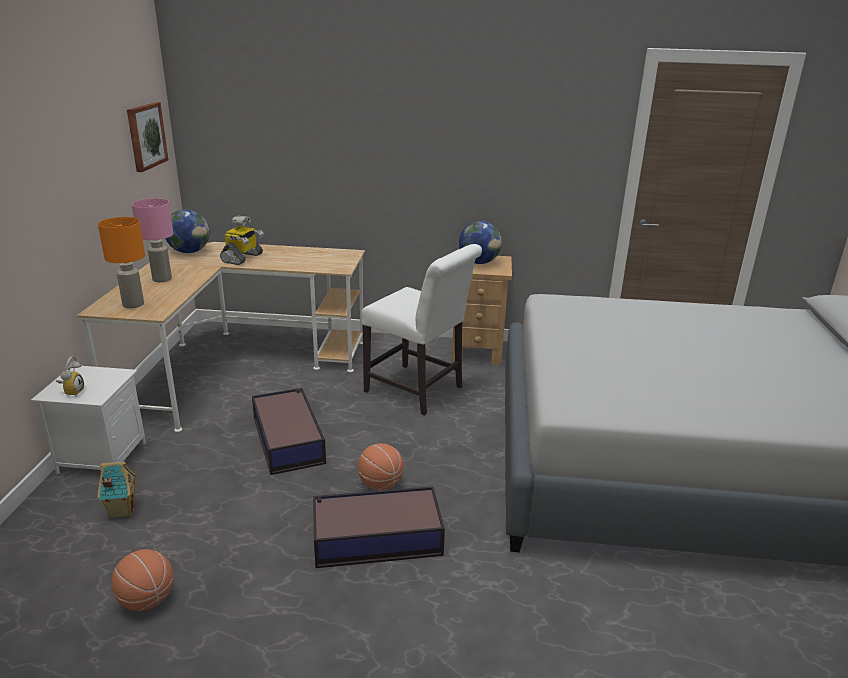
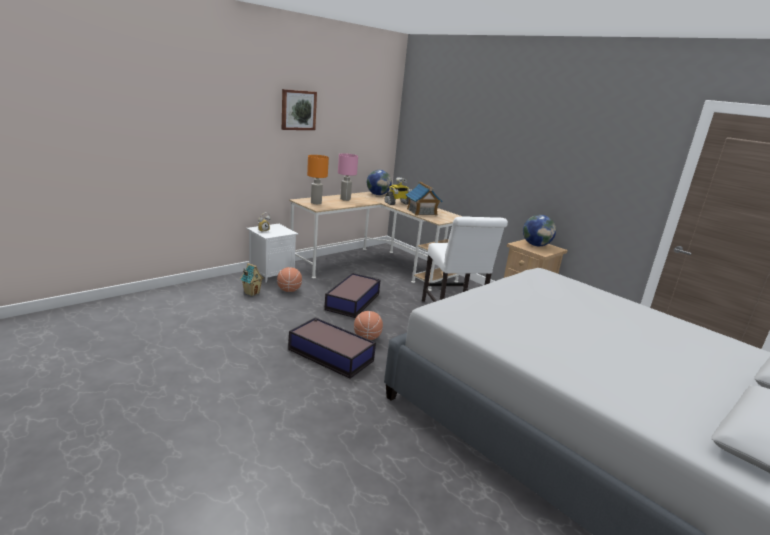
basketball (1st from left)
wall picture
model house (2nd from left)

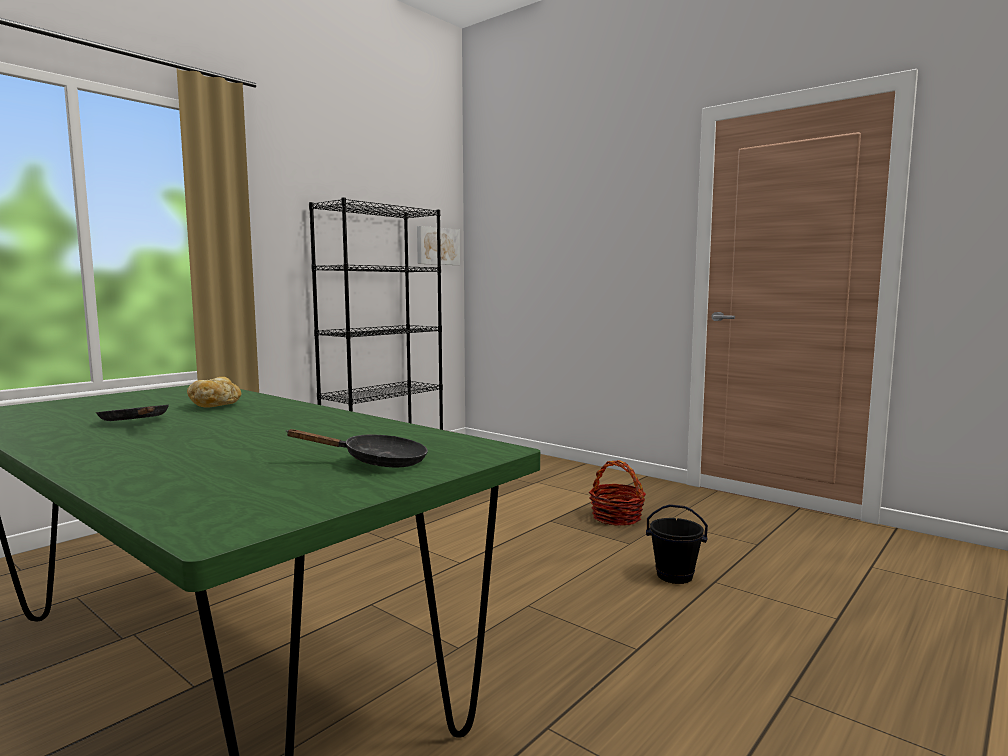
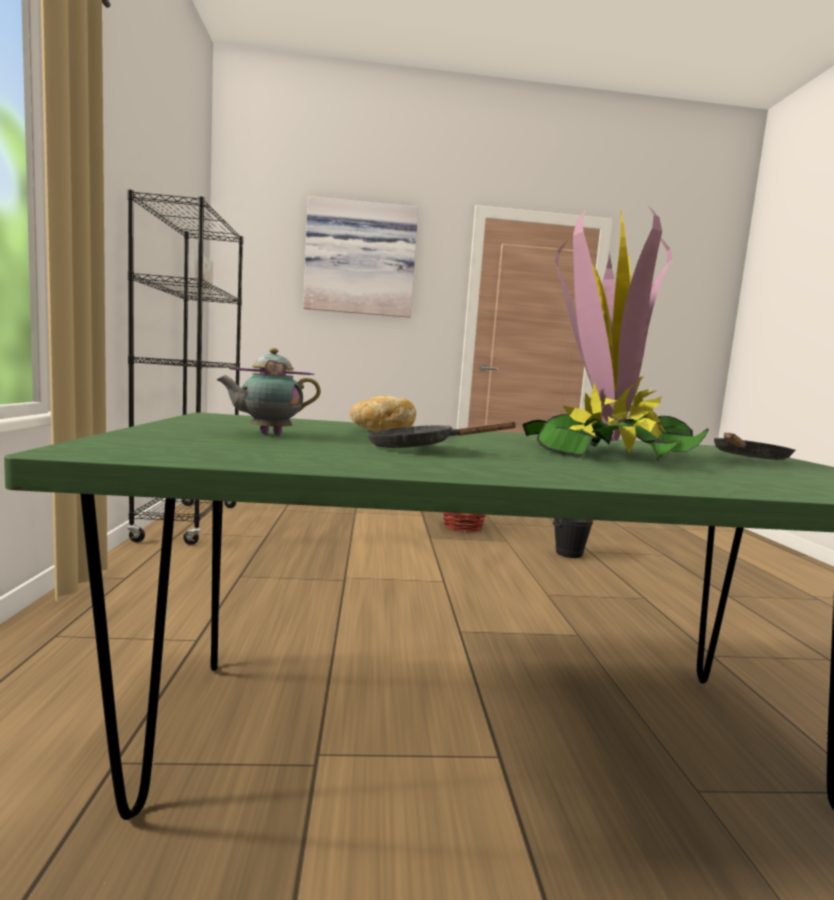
pot for tea
wall picture (2nd from left)
plant in a pot

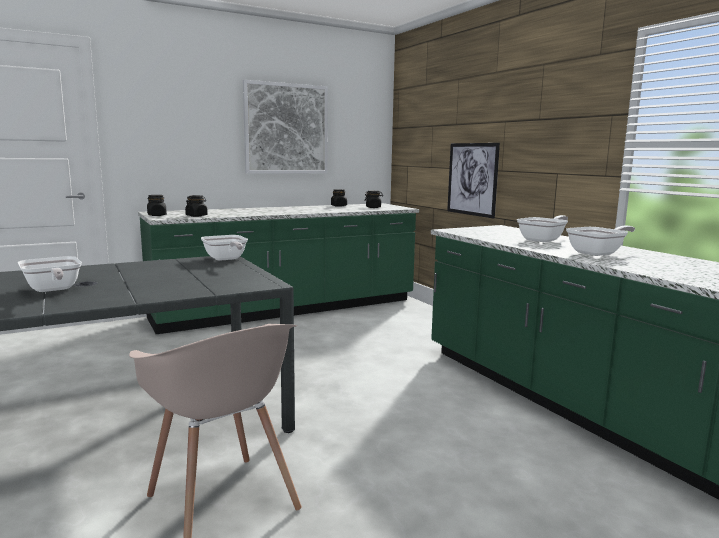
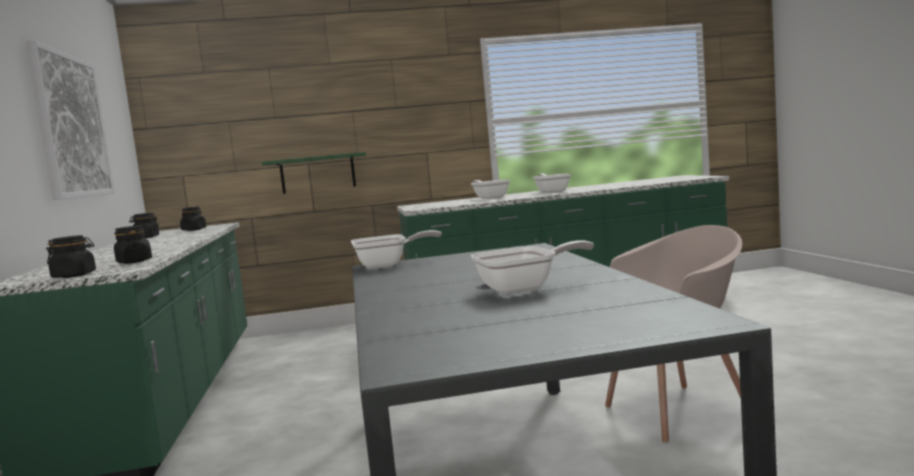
green-coloured shelf

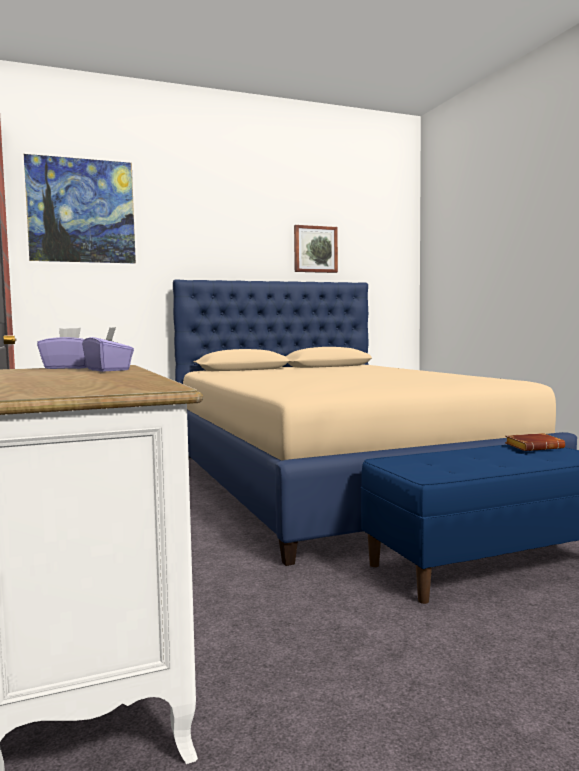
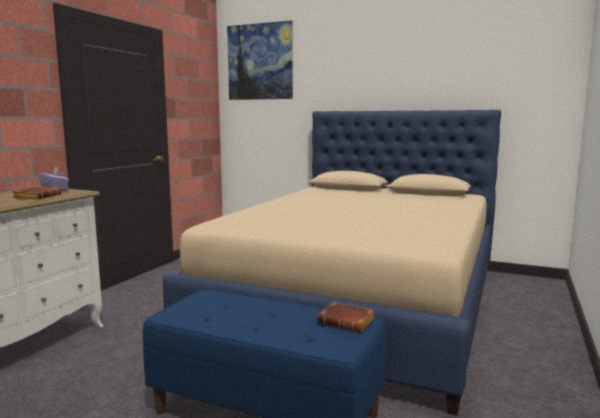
brown-coloured bound book (1st from left)
wall picture (2nd from left in the first image)

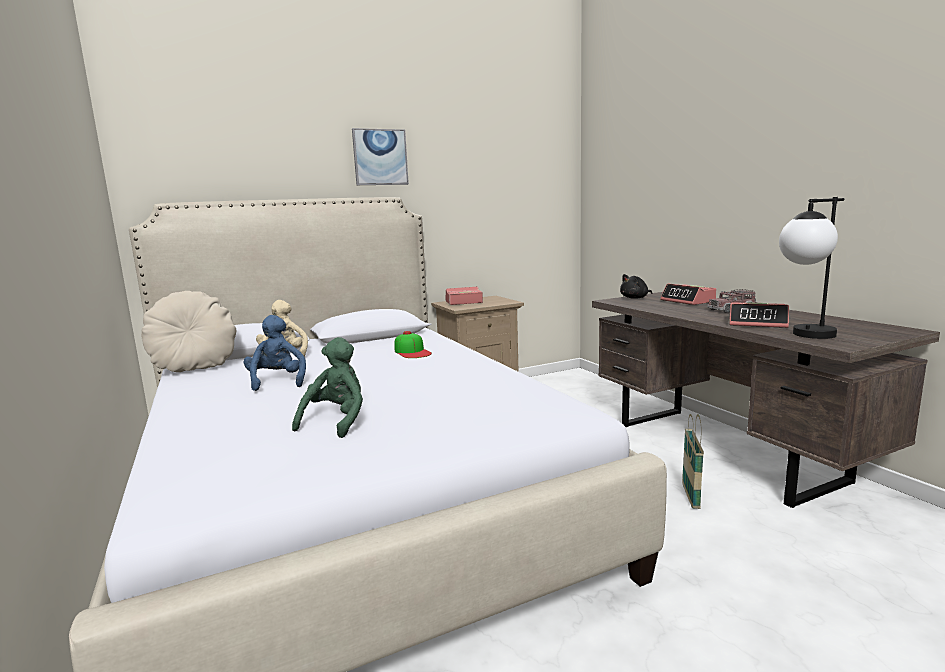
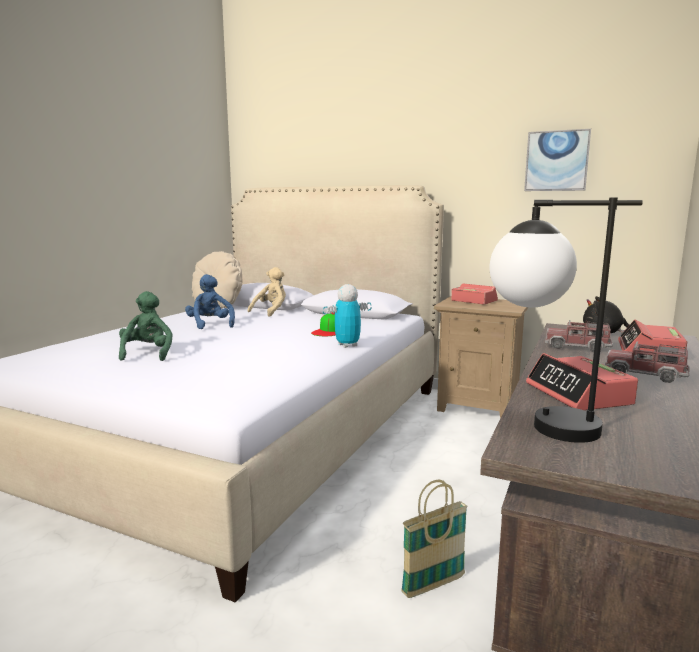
blue cuddly toy
green-coloured cuddly toy
wall picture
model robot
model truck (1st from left)

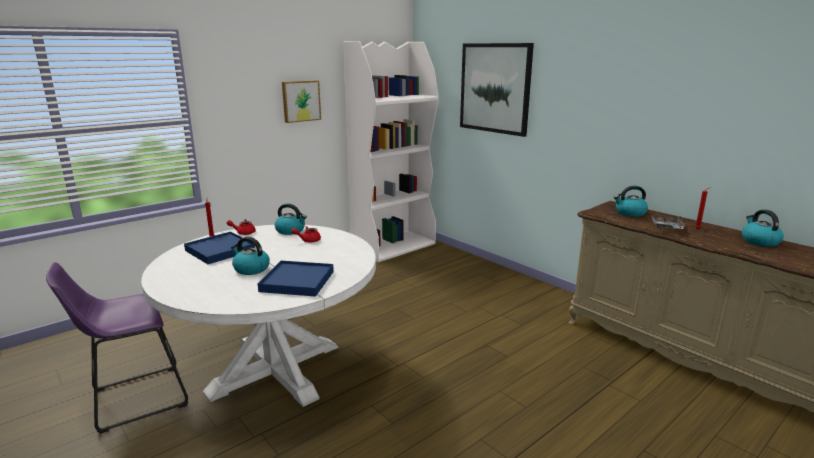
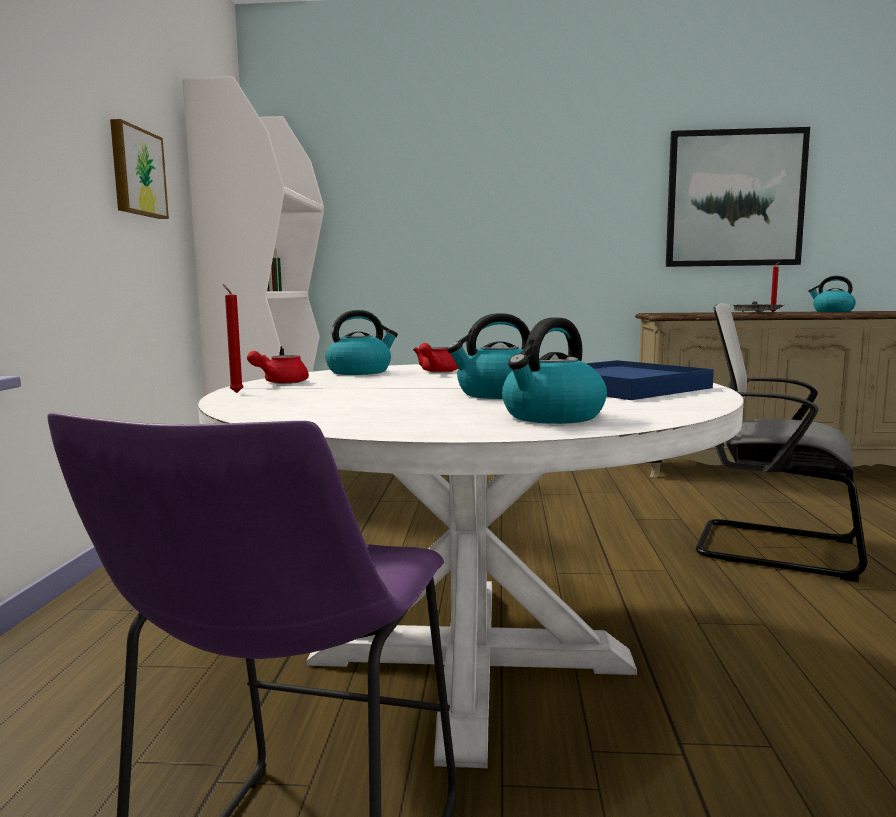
blue serving tray (1st from left in the first image)
wall picture (2nd from left)
water kettle (3rd from left)
upright chair

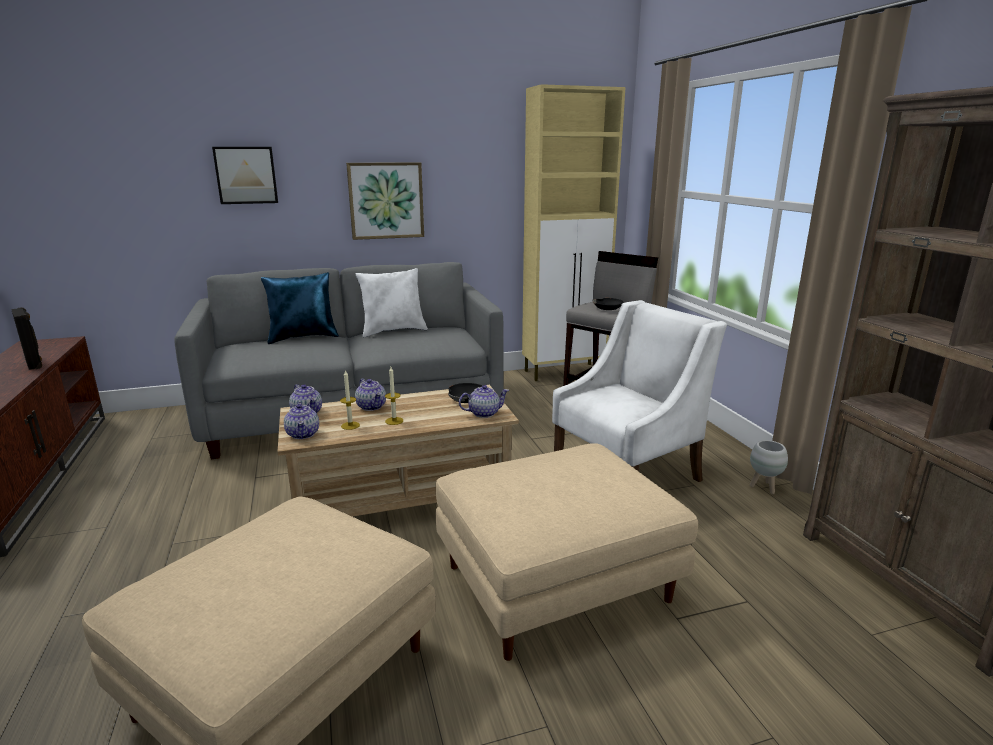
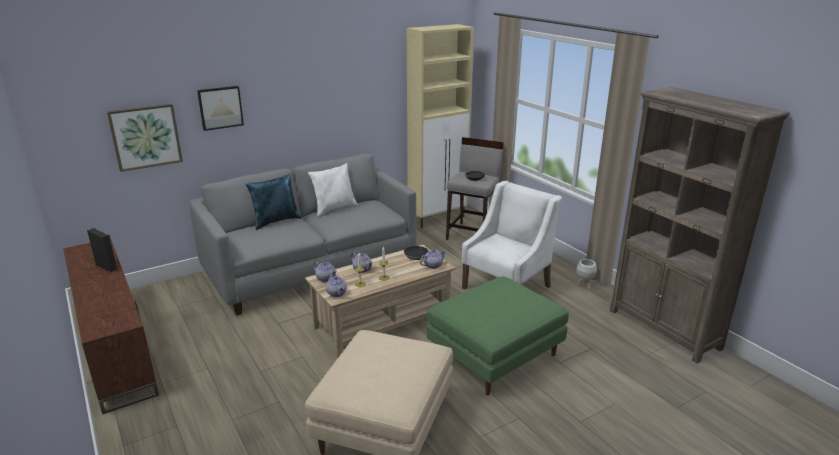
wall picture (1st from left)
green-coloured ottoman

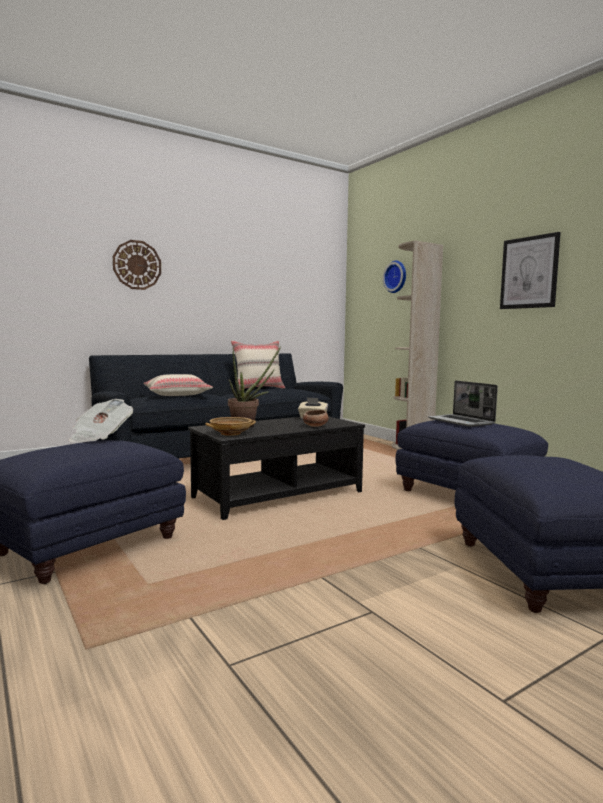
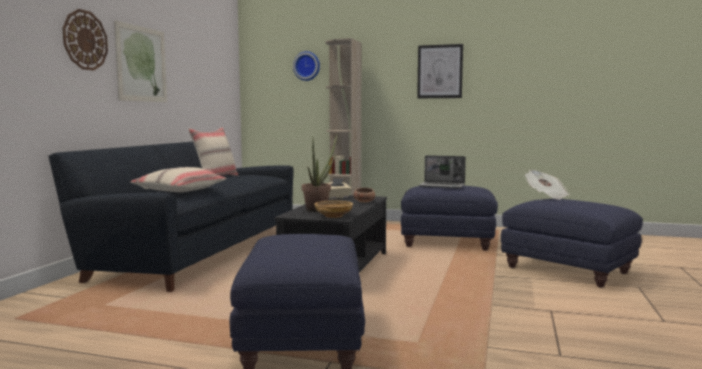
daily paper
wall picture (1st from left)

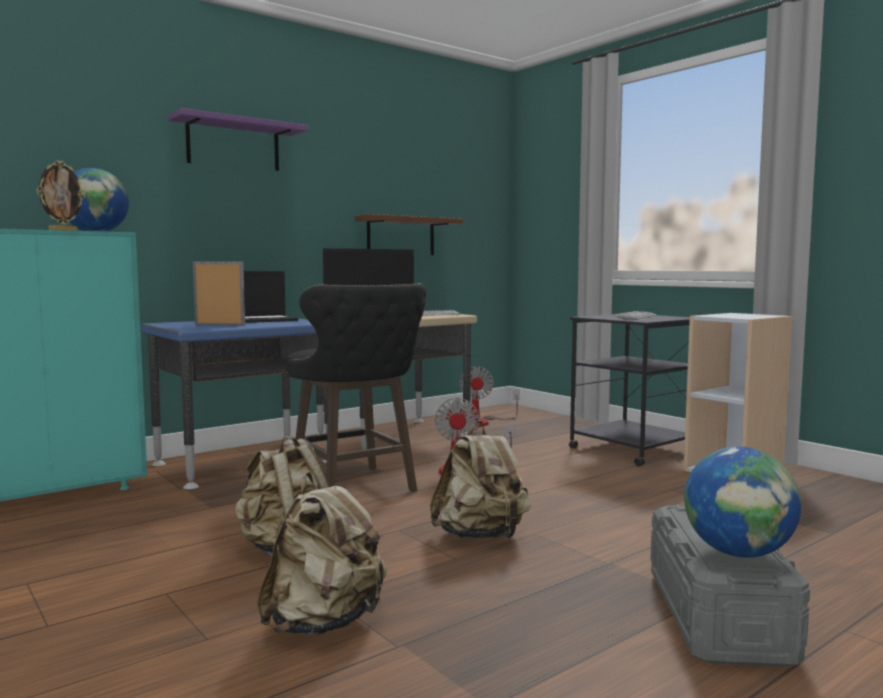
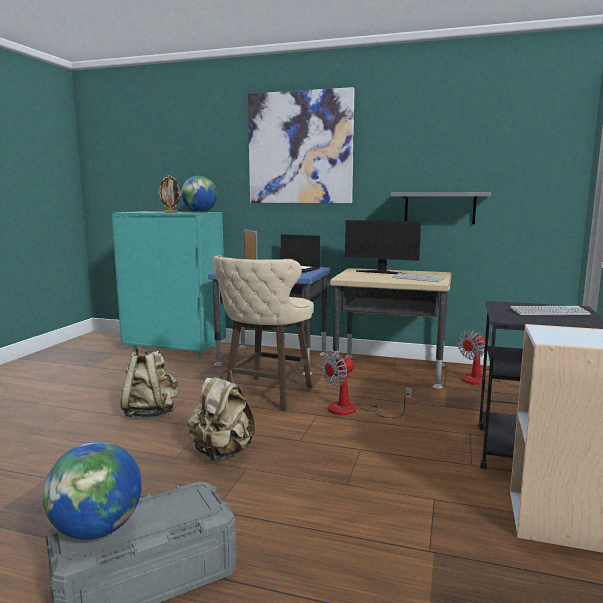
wall picture
beige rucksack (2nd from left in the first image)
beige stool seat
gray shelf

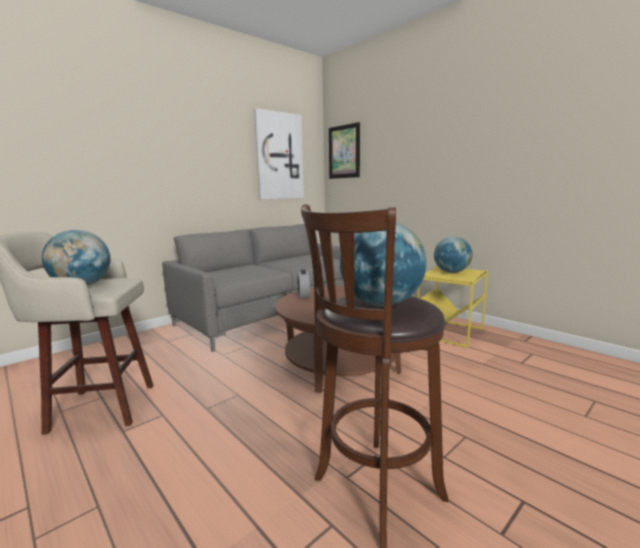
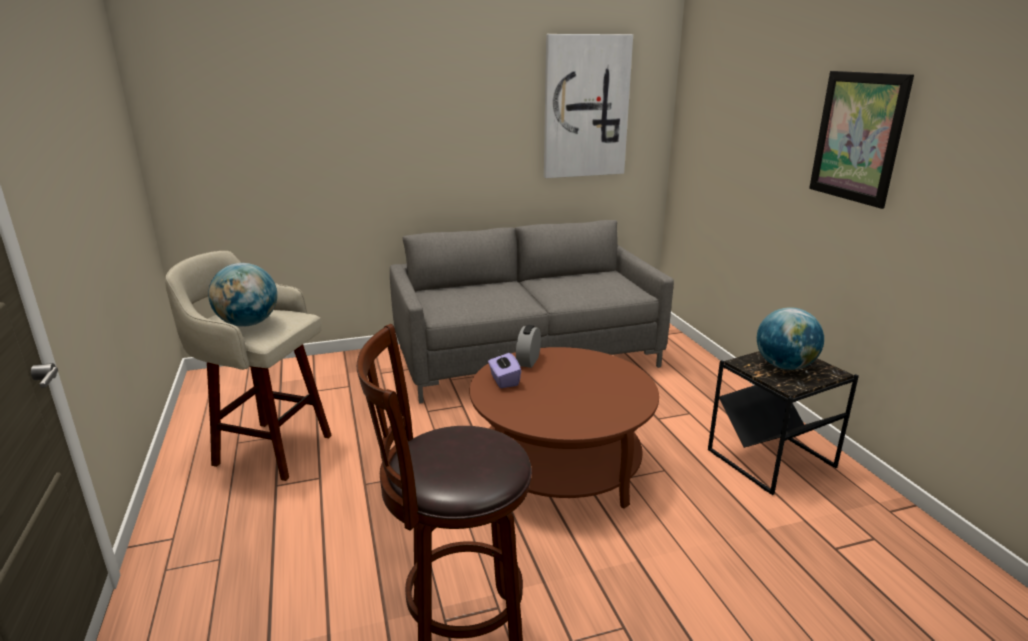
wall picture (2nd from left)
desk globe (2nd from left in the first image)
black-coloured accent table
purplish tissue holder

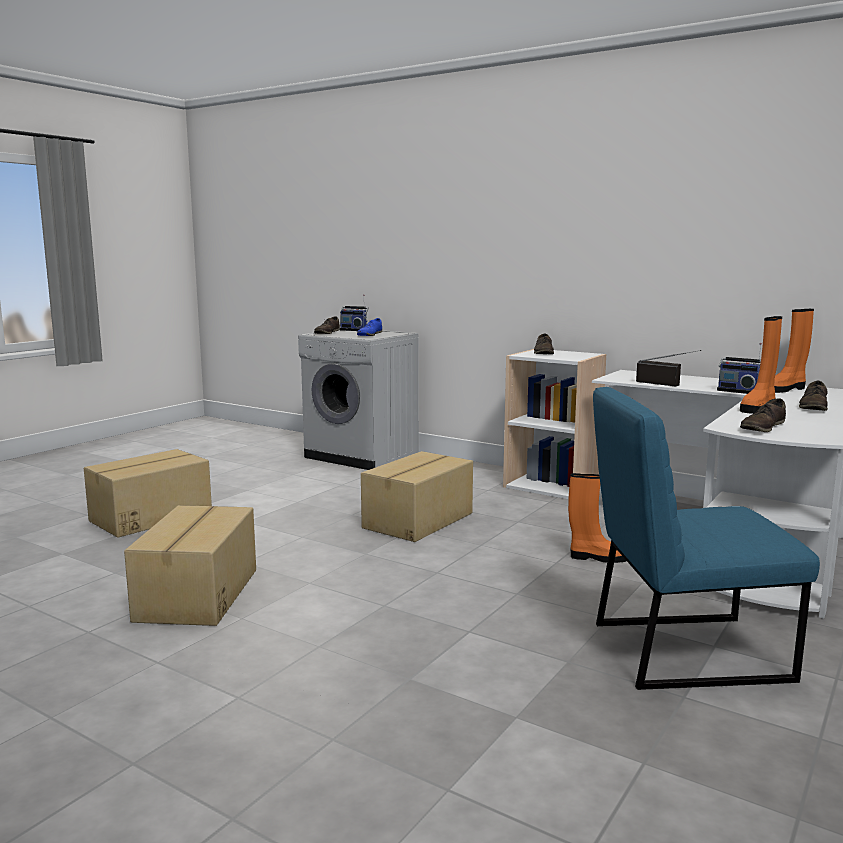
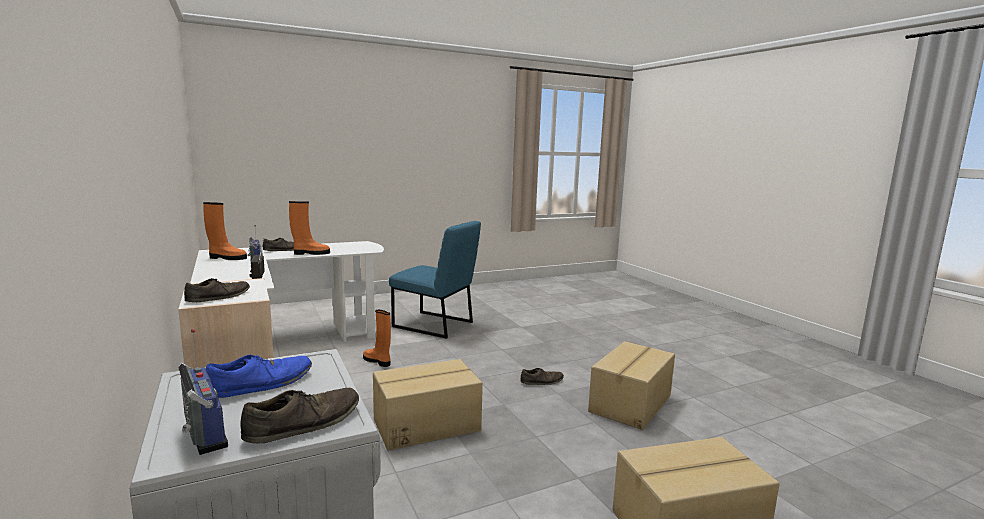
brown-coloured low shoe (4th from left)

